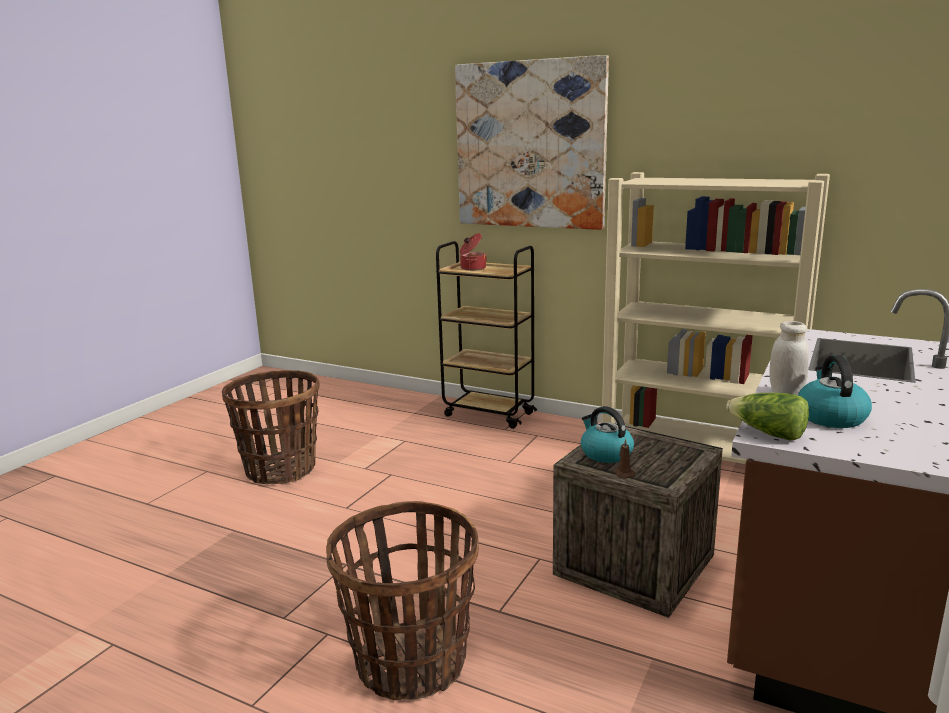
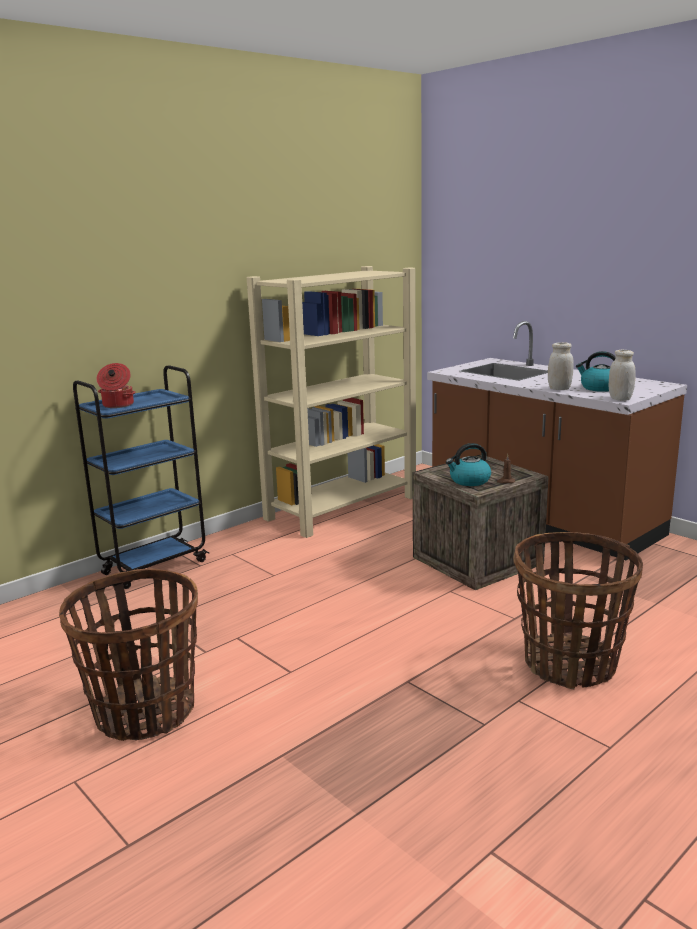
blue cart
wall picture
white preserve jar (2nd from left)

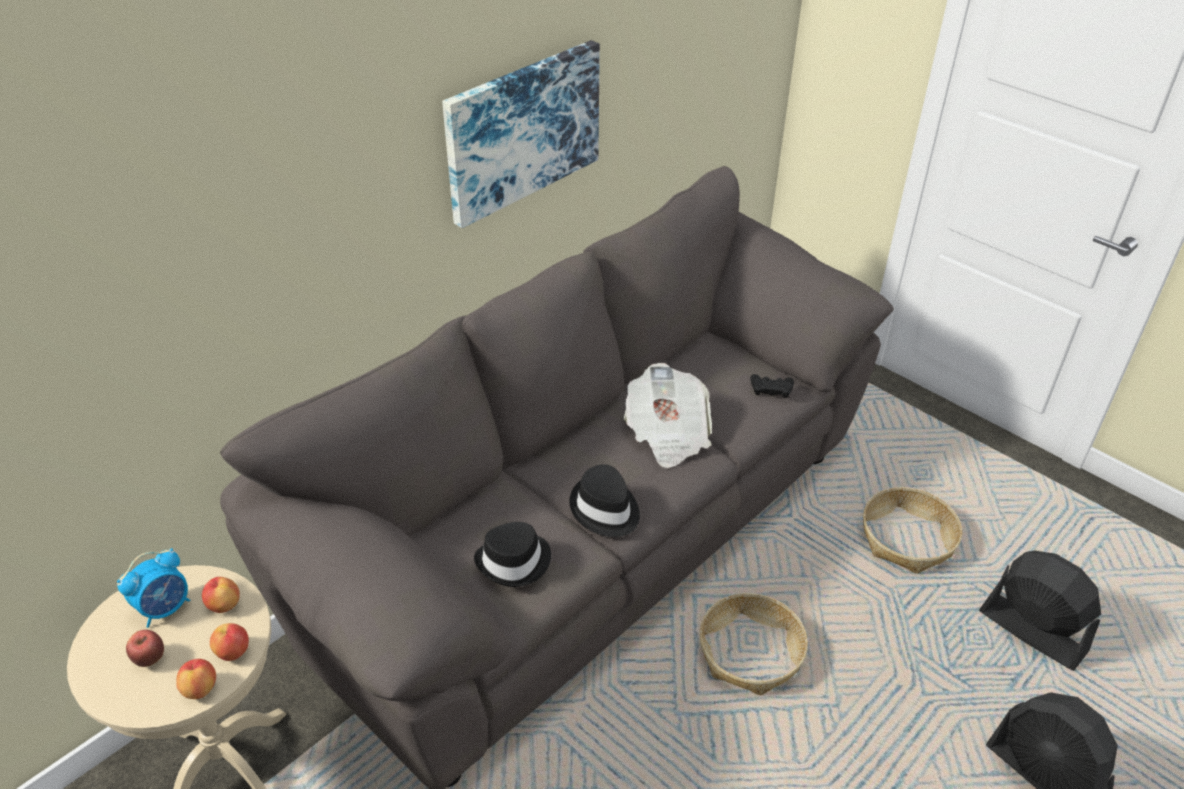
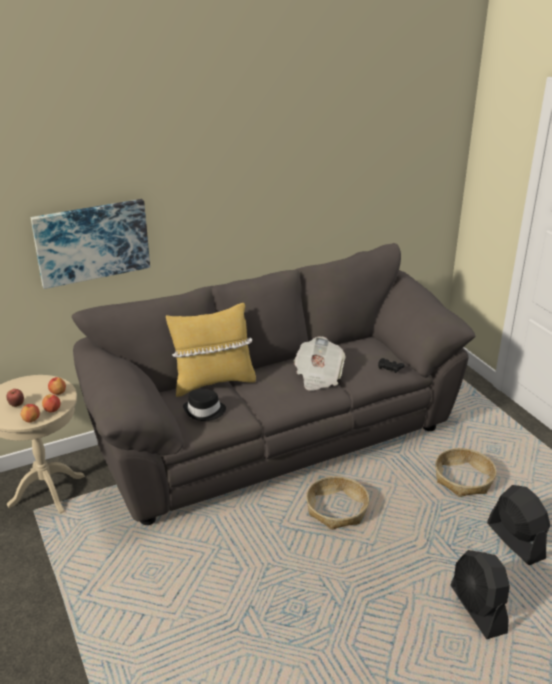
bedside clock
wall picture
black-coloured clothing hat (2nd from left in the first image)
yellow pillow

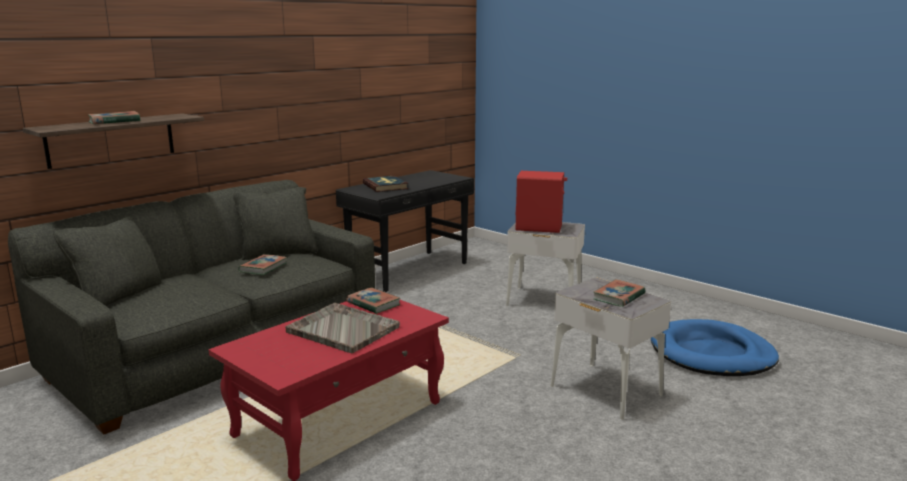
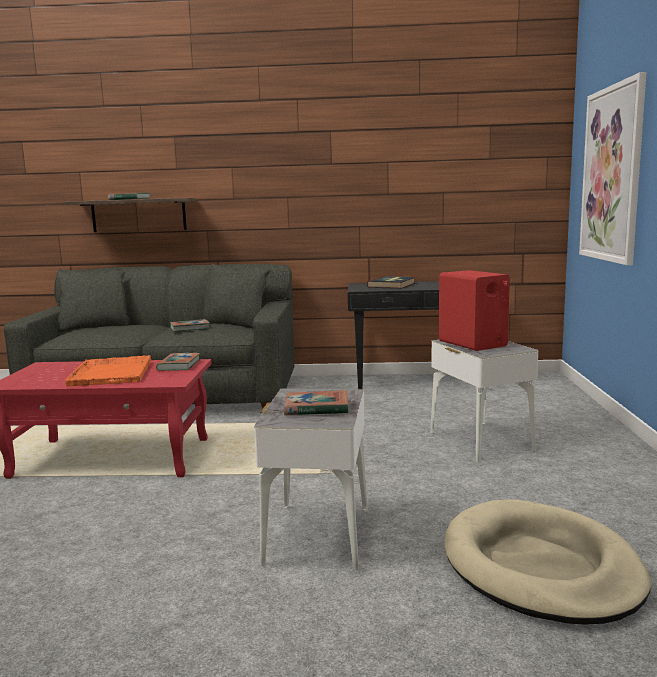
orange serving tray
beige dog bed
wall picture

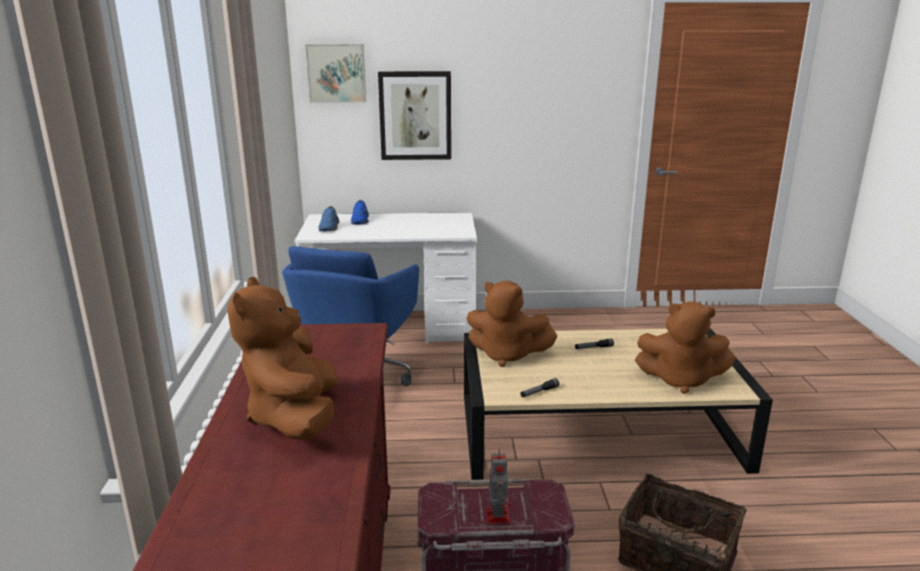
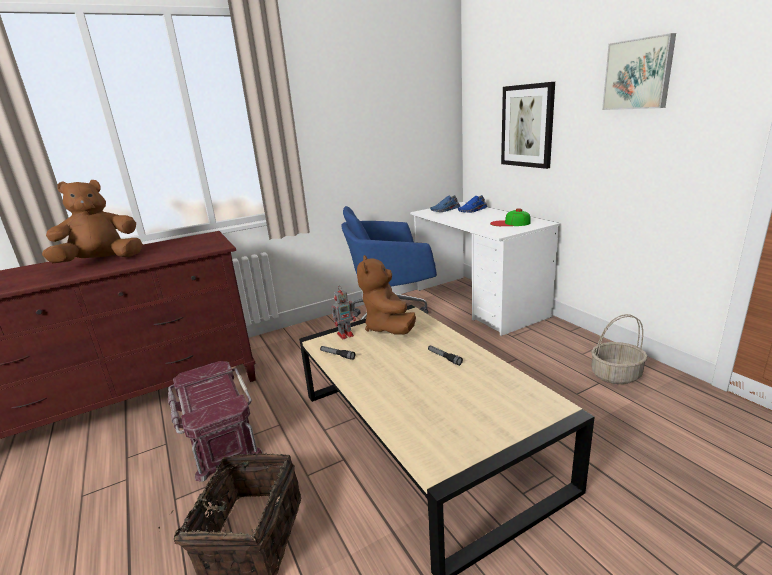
wall picture (2nd from left)
model robot
brown-coloured cuddly toy (3rd from left in the first image)
cap
storage basket (2nd from left)

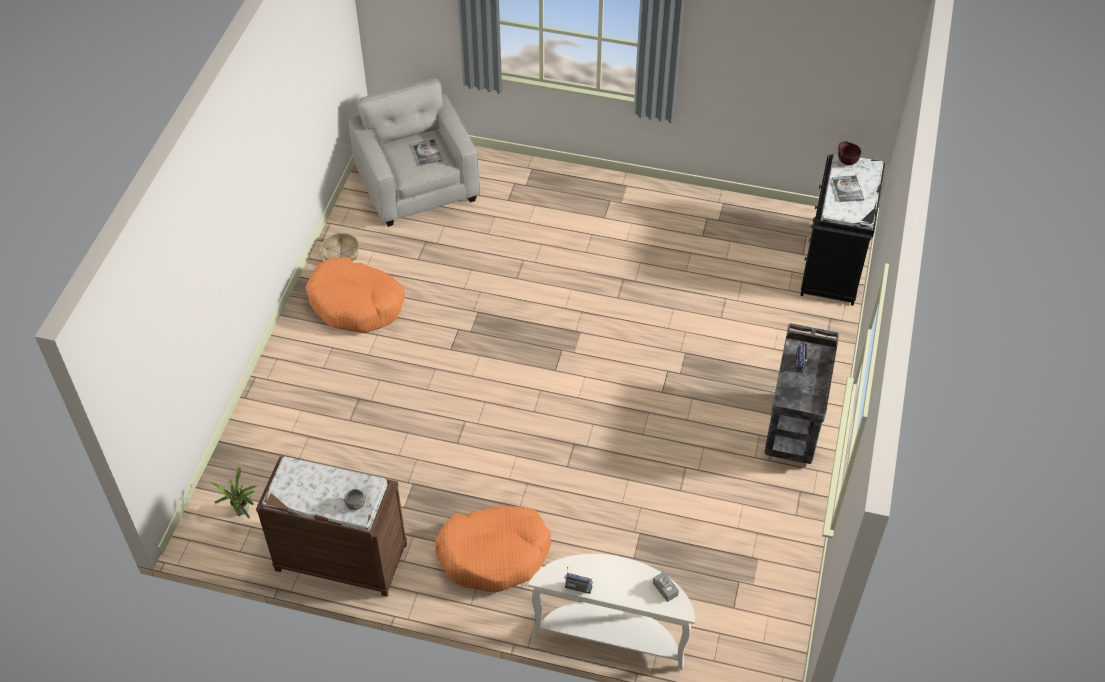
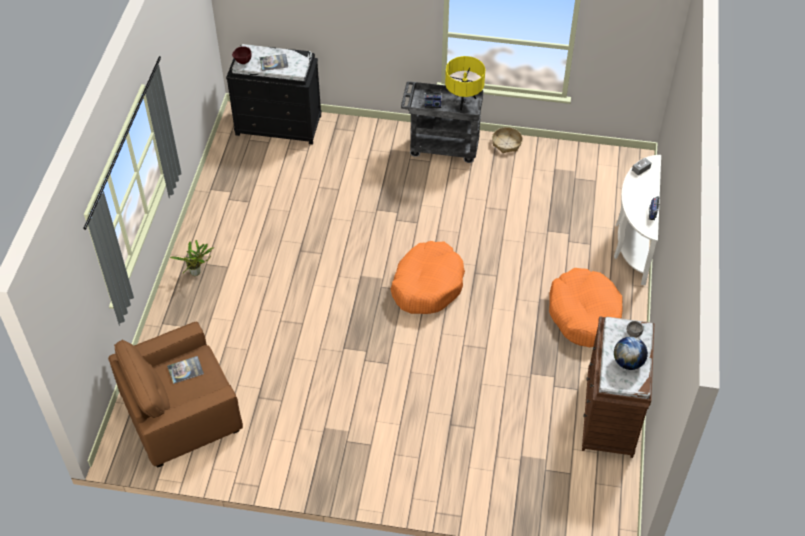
plant in a pot
orange dog bed (1st from left)
storage basket
brown-coloured lounge chair
yellow lamp for a table
desk globe

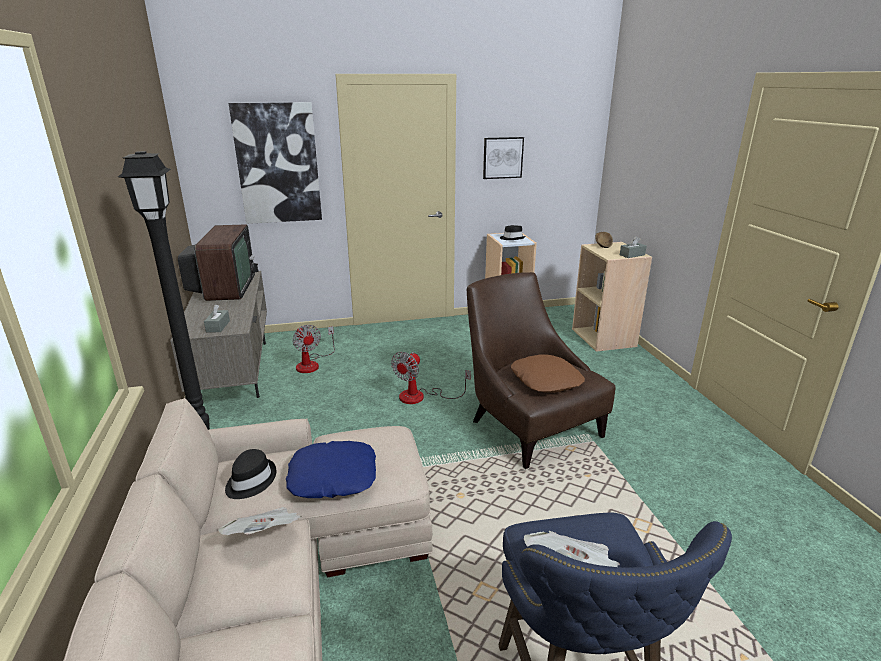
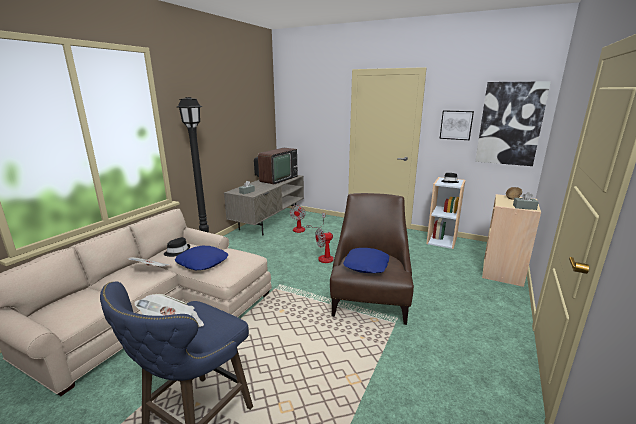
wall picture (2nd from left)
blue pillow (2nd from left)

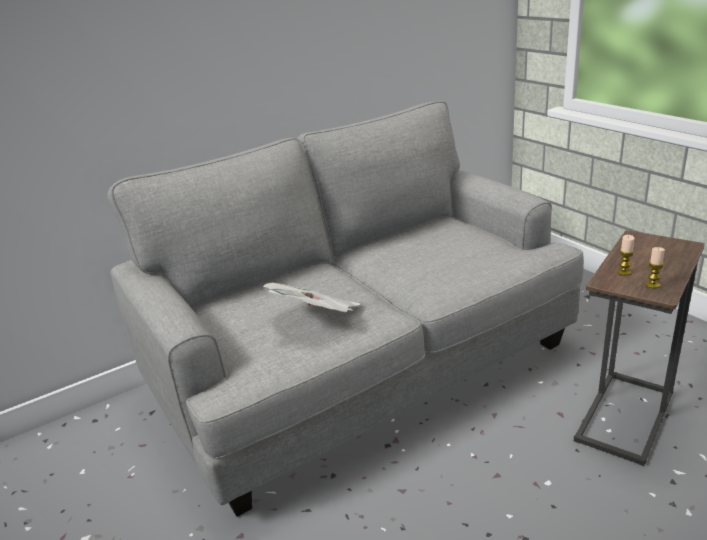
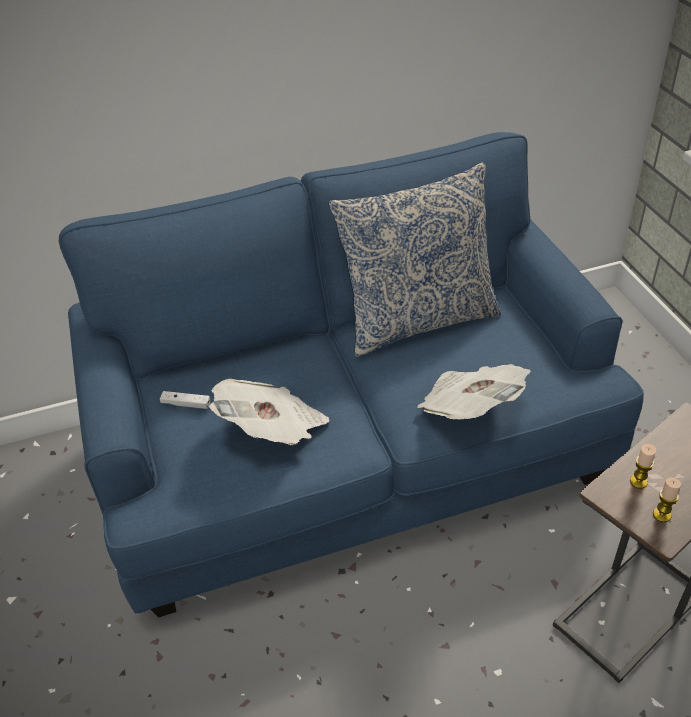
blue sofa
white joypad
pillow
daily paper (2nd from left)

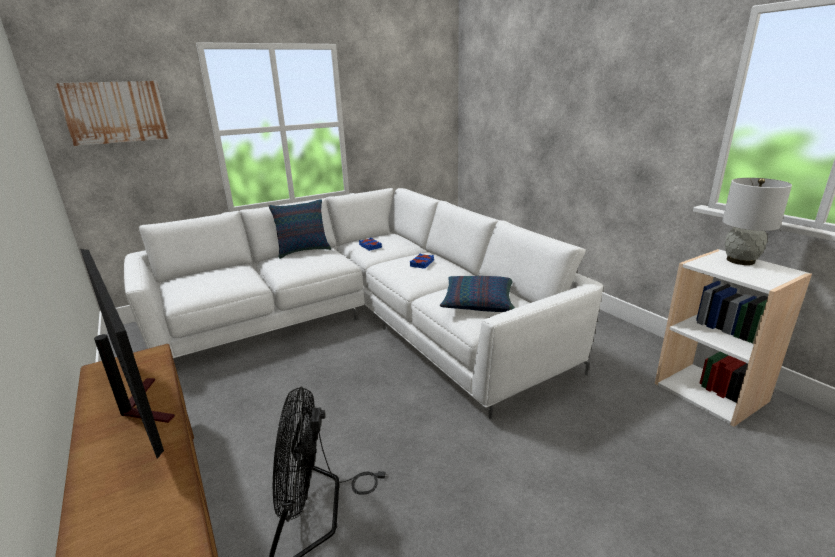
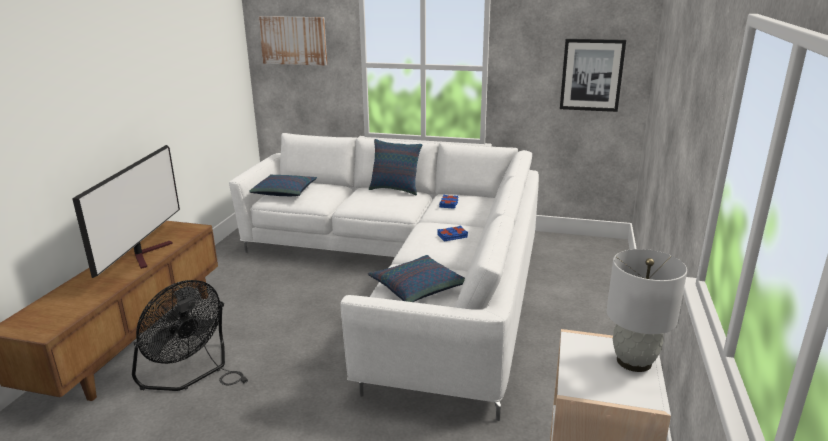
blue pillow (1st from left)
wall picture (2nd from left)

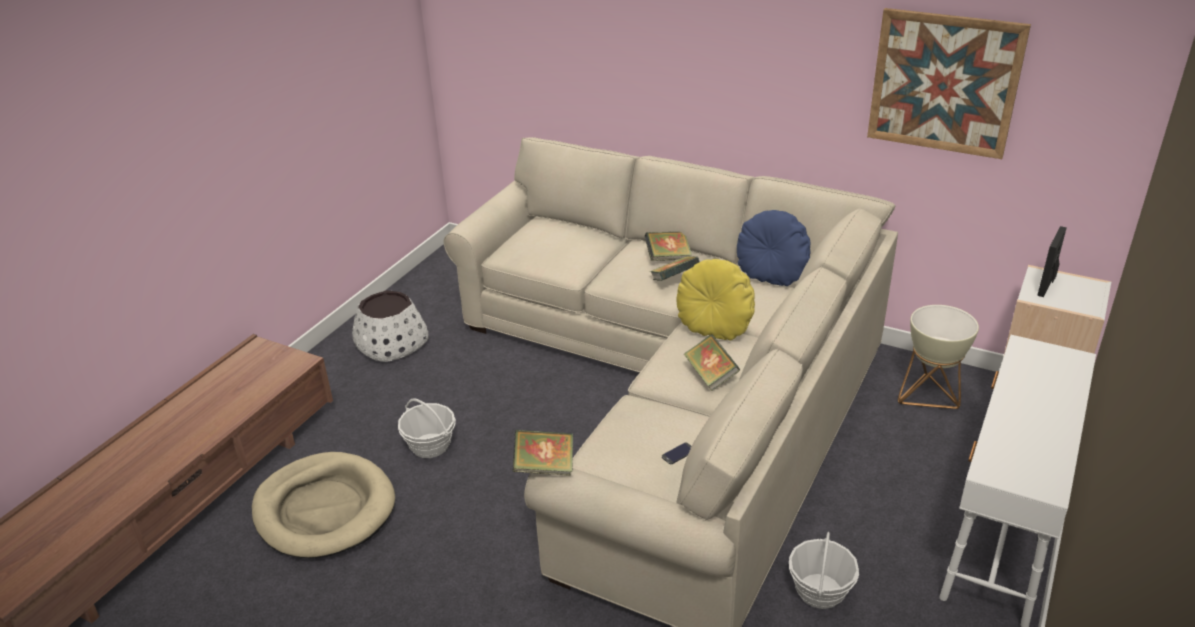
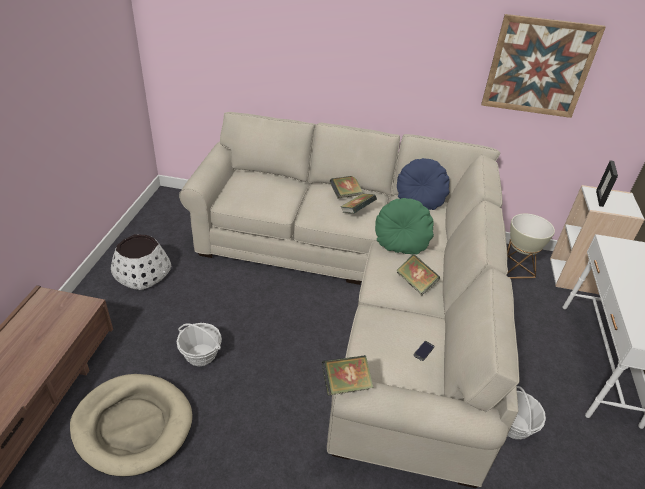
green-coloured pillow

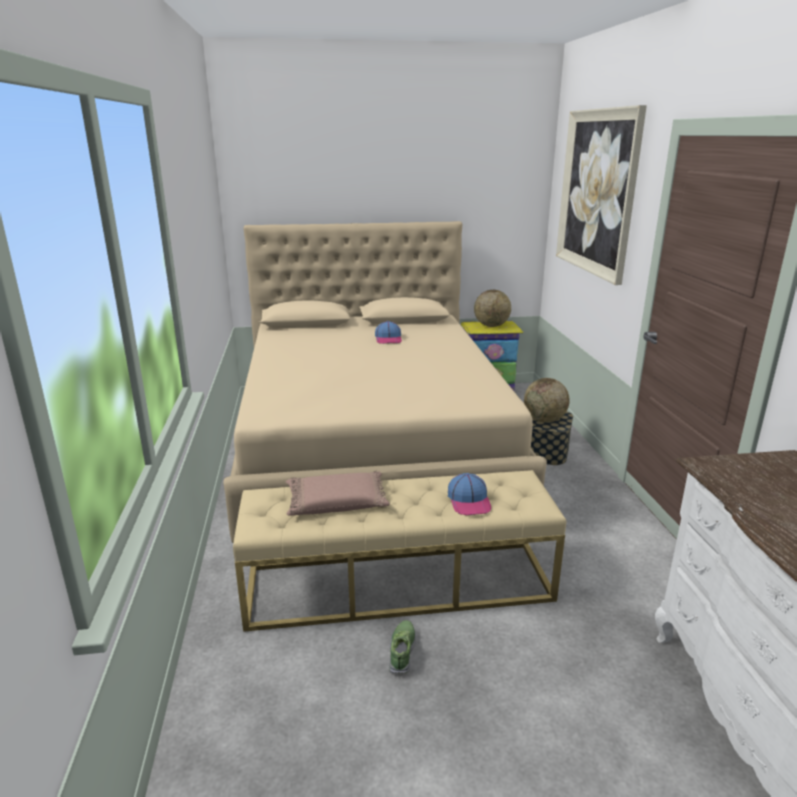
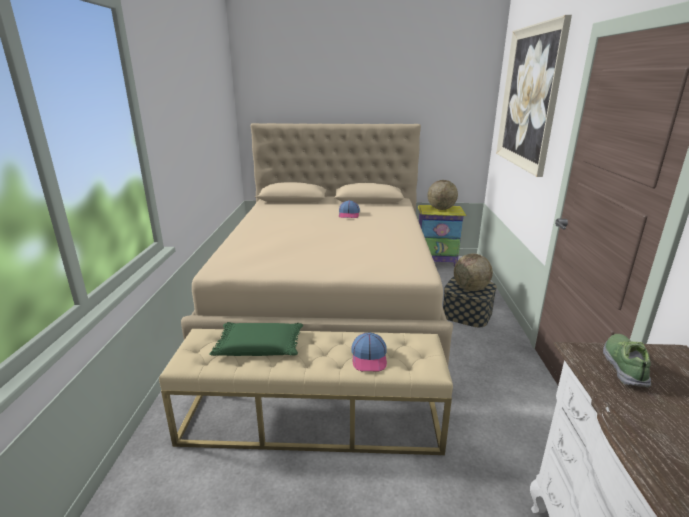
green-coloured pillow
low shoe

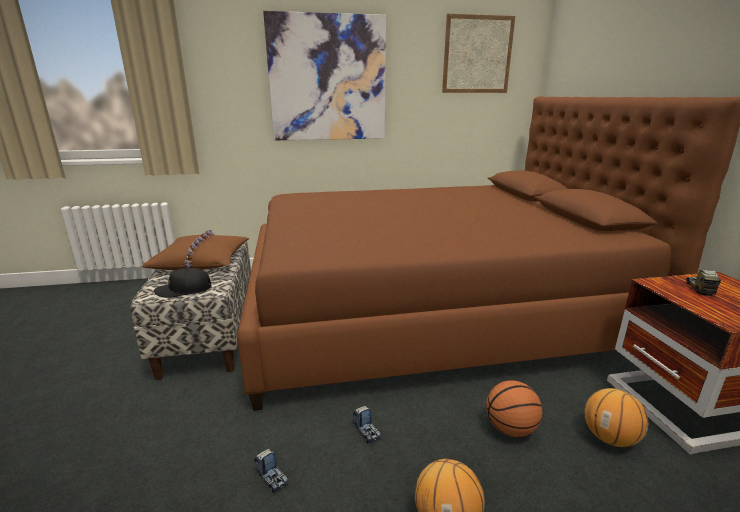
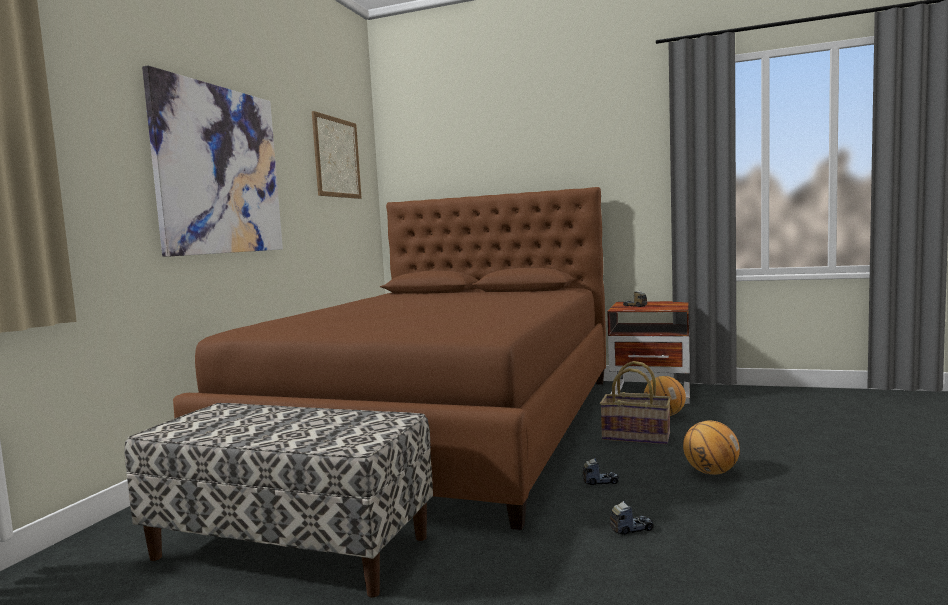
brown-coloured pillow
black-coloured cap
storage basket

